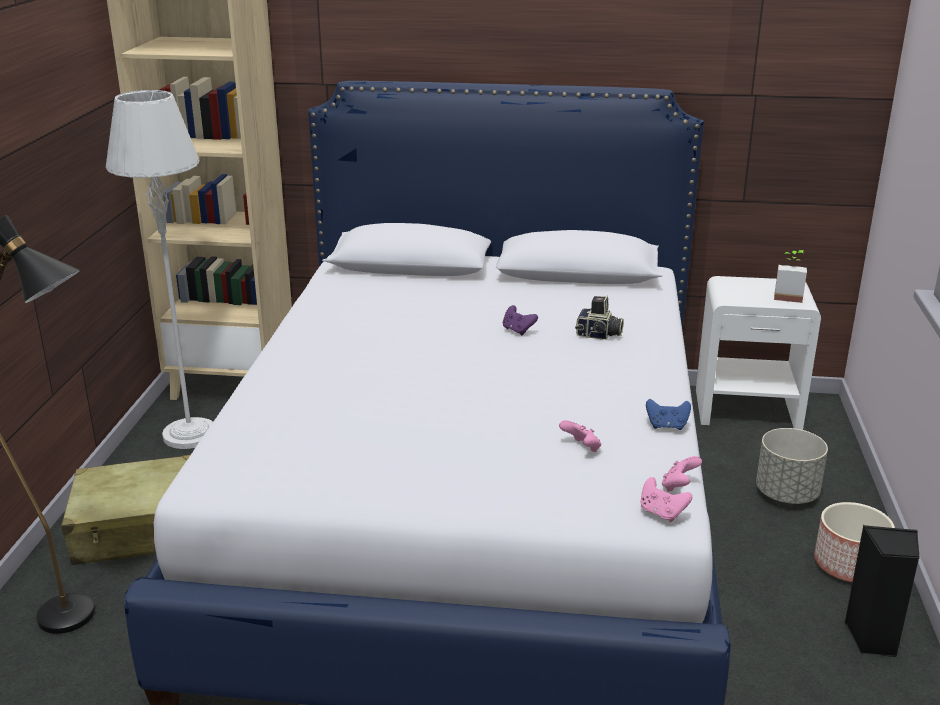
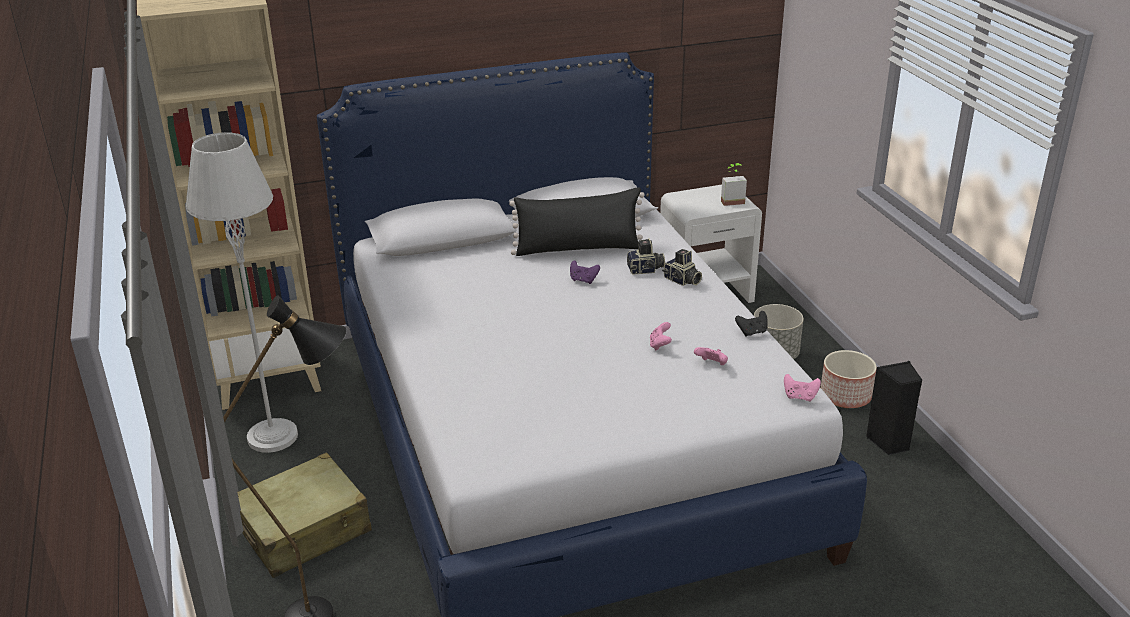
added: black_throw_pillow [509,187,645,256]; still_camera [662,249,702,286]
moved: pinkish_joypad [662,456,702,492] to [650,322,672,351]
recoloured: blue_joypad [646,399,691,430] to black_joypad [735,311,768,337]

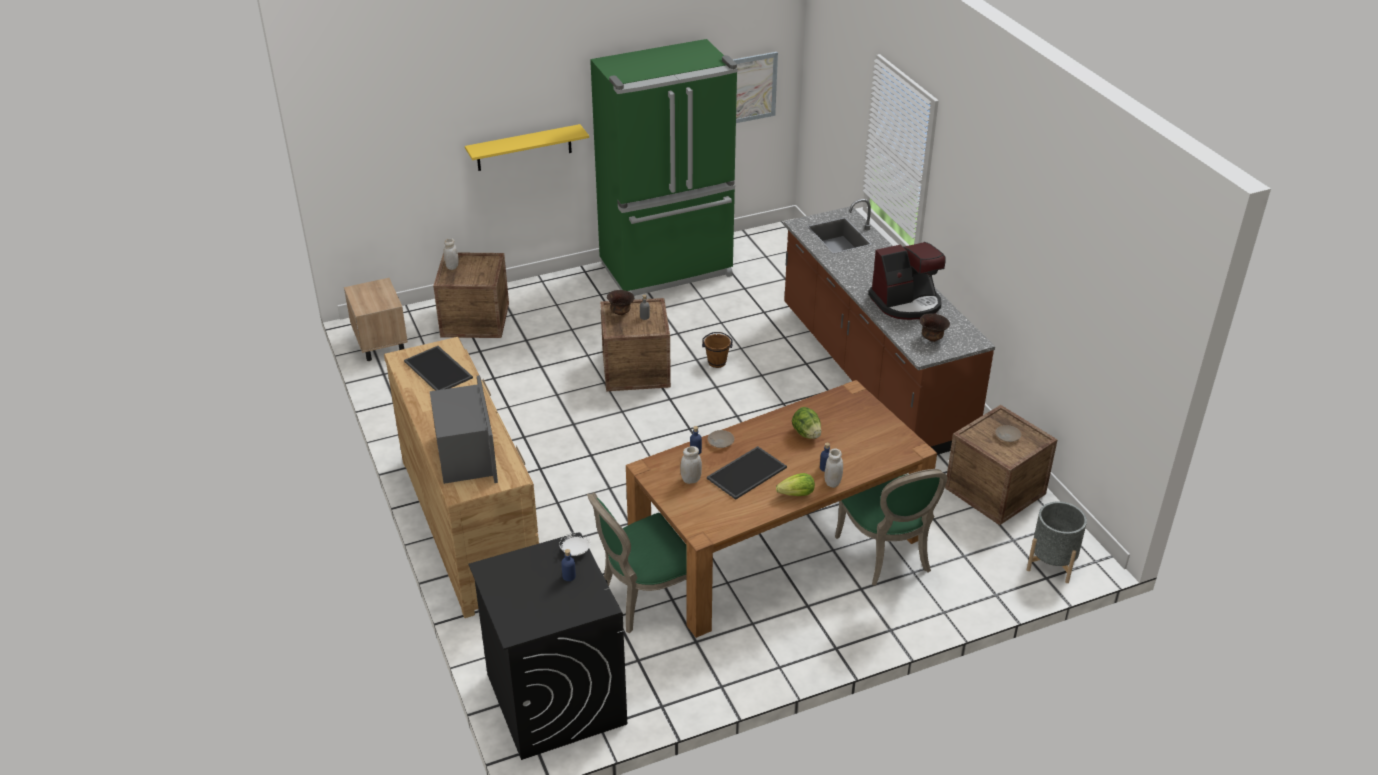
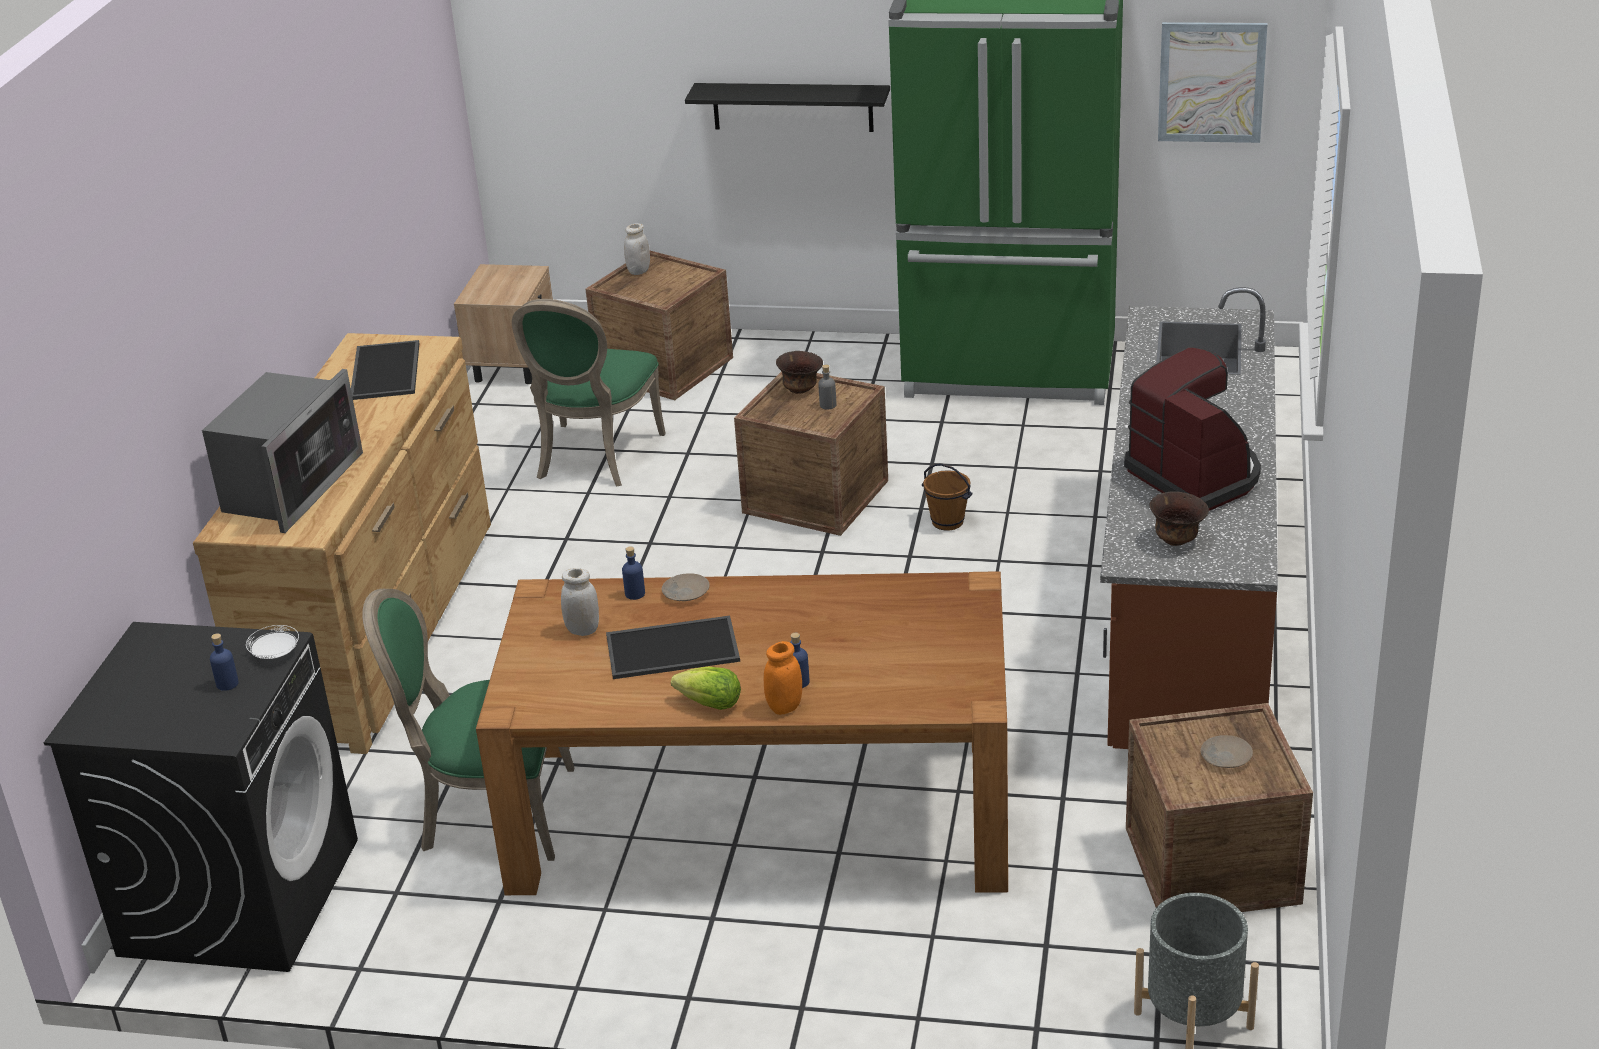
removed: lettuce_head [792,407,821,439]
moved: green-coloured_plain_chair [835,469,947,585] to [512,299,666,487]
recoloured: yellowish_wall_shelf [465,124,589,171] to black_wall_shelf [685,83,890,132]; white-coloured_preserve_jar [825,448,843,488] to orangey_preserve_jar [764,641,802,715]
turned: coffee_brewer [868,242,946,320] = [1124,347,1261,511] 135 degrees counterclockwise

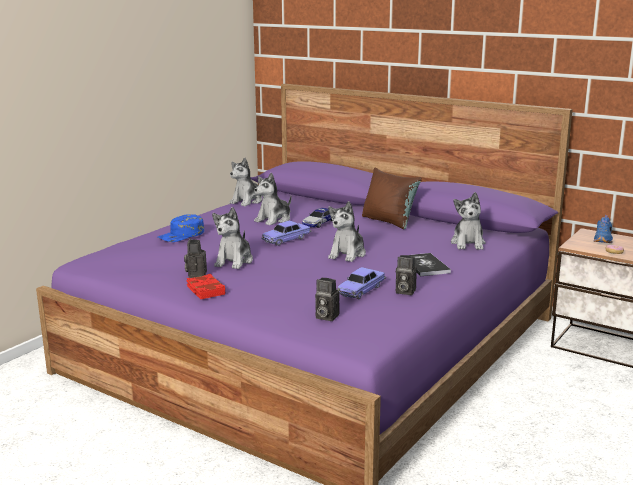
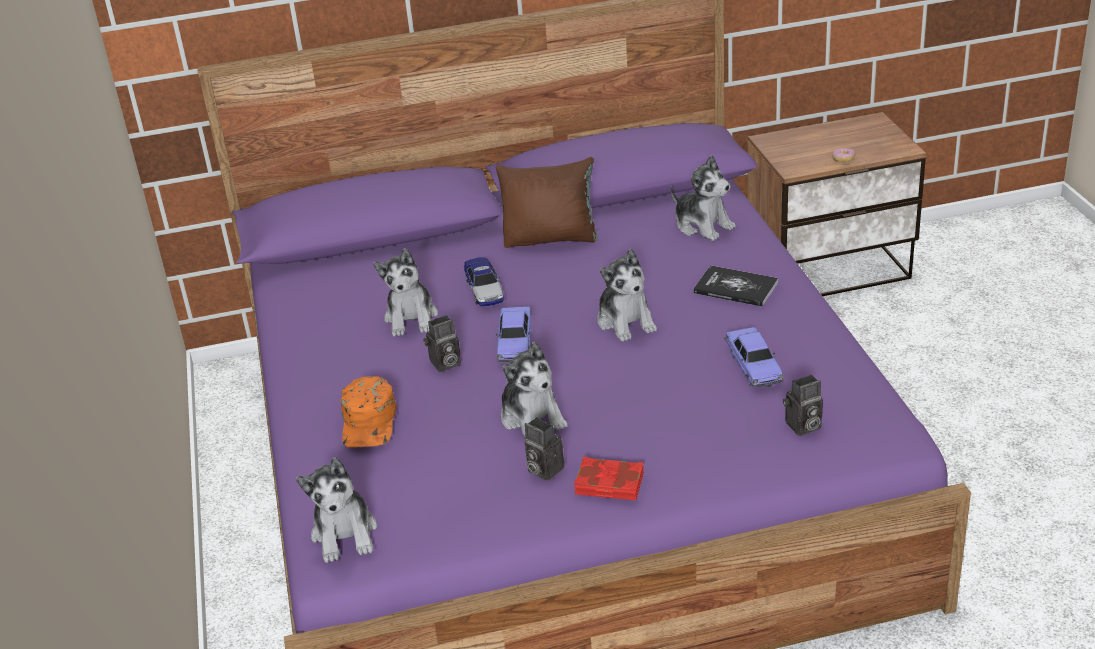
removed: blue_low_shoe [593,215,613,243]
moved: soft_toy [229,158,262,206] to [296,457,377,563]; still_camera [396,255,417,295] to [423,315,461,372]
recoloured: blue_peaked_cap [157,214,204,242] to orangey_peaked_cap [341,376,396,448]

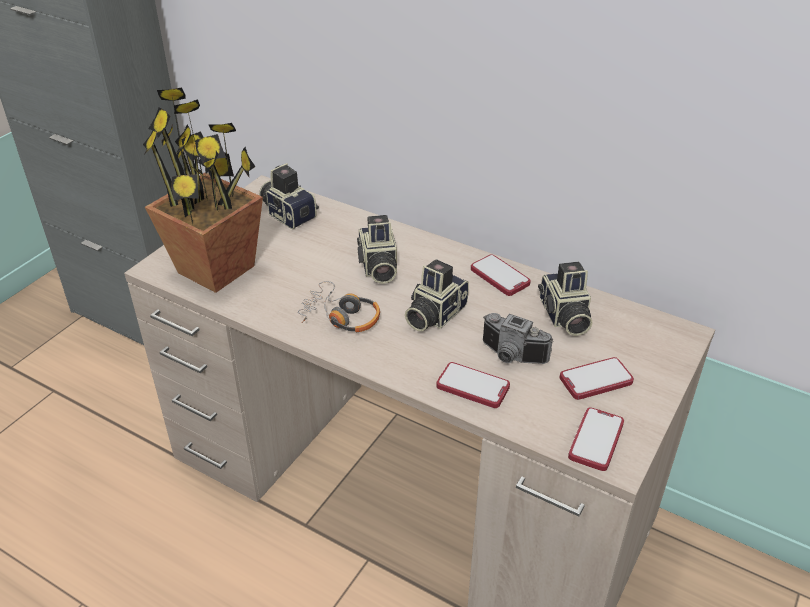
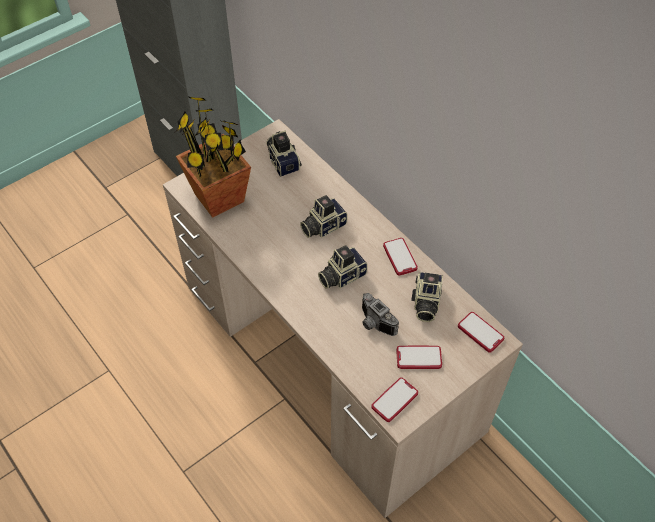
removed: pair_of_headphones [298,281,380,332]
moved: telephone [436,362,510,408] to [458,312,504,353]
turned: still_camera [357,215,397,284] = [300,195,348,238] 45 degrees clockwise

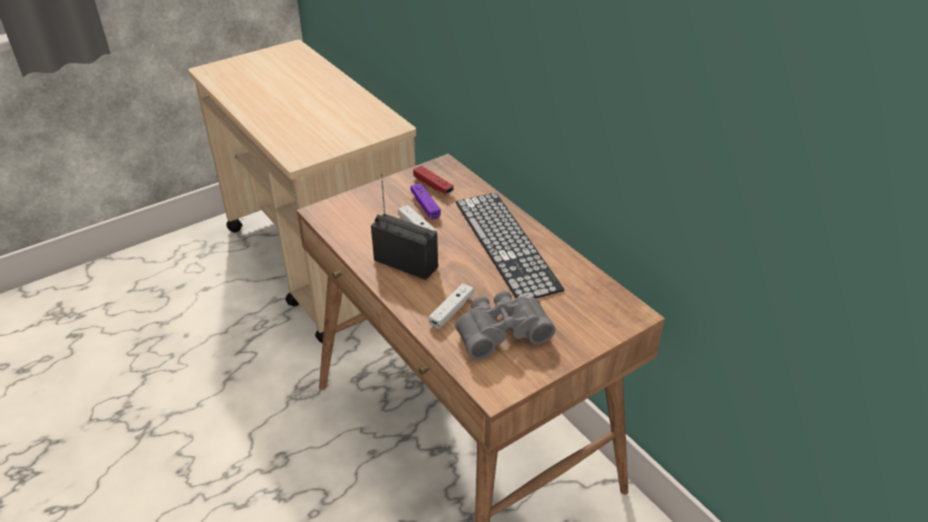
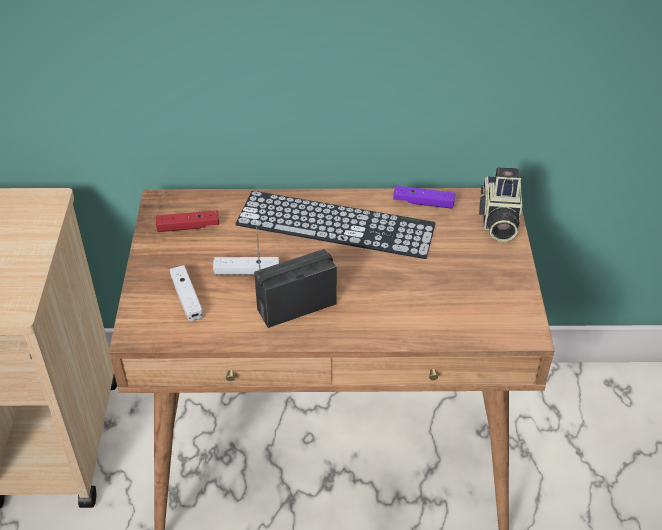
removed: gray_field_glasses [455,291,556,360]
added: still_camera [479,167,522,241]
moved: purple_joypad [411,183,441,220] to [393,186,455,209]; white-coloured_joypad [429,283,474,329] to [170,265,203,321]

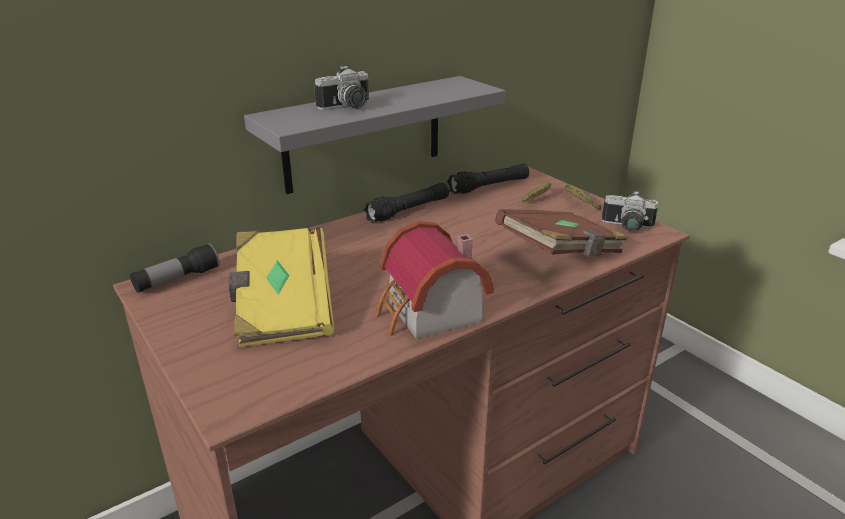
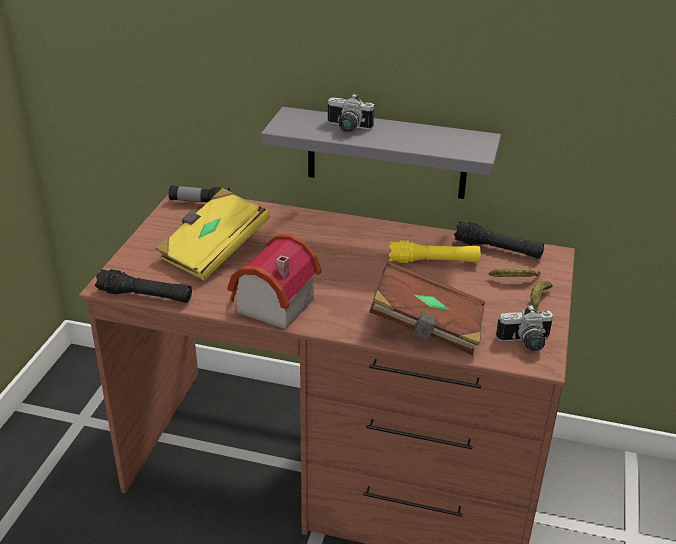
added: yellowish_flashlight [389,240,481,263]
moved: black_flashlight [363,183,449,223] to [95,269,192,303]
turned: still_camera [602,190,658,232] = [496,305,553,351] 75 degrees counterclockwise

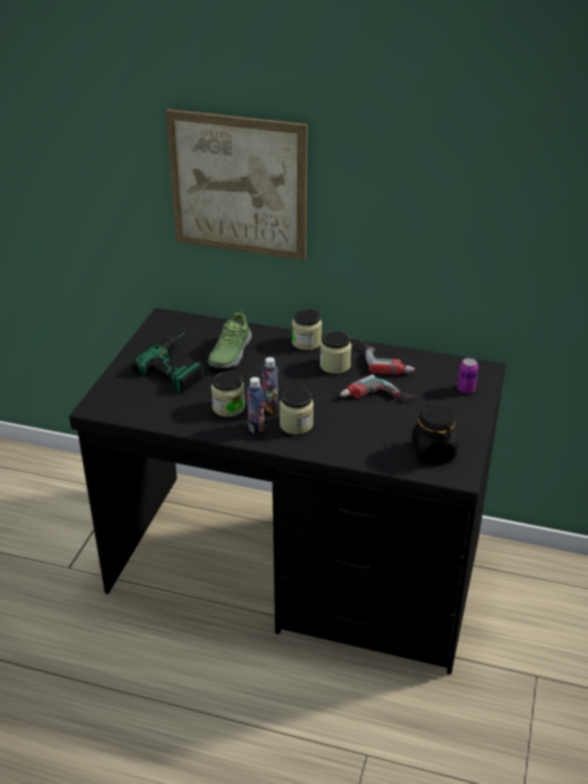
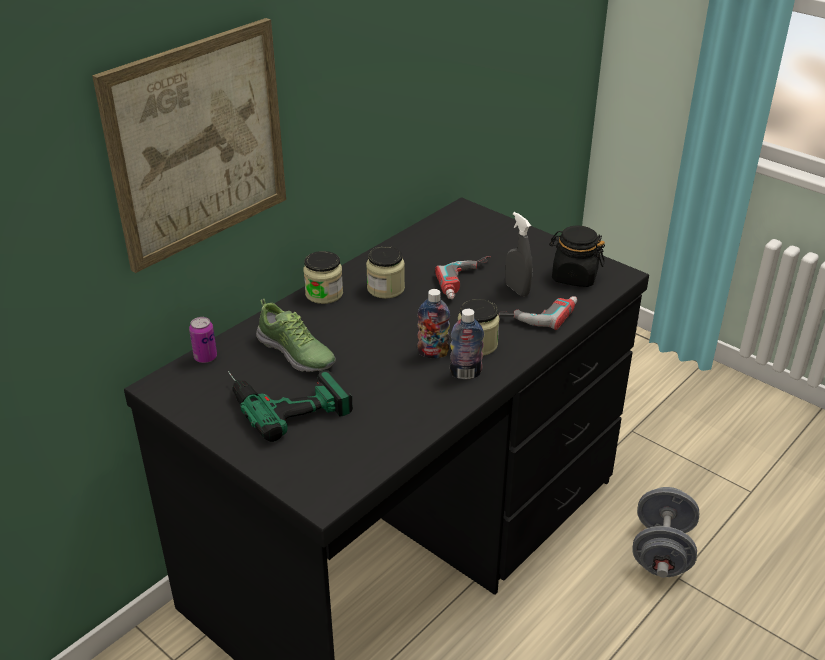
removed: preserve_jar [211,371,245,417]
added: gray_sprayer [505,212,533,297]; gray_dumbbell [632,487,699,578]
moved: power_drill [361,340,415,374] to [498,296,577,330]; metal_can [458,358,479,393] to [189,317,217,363]

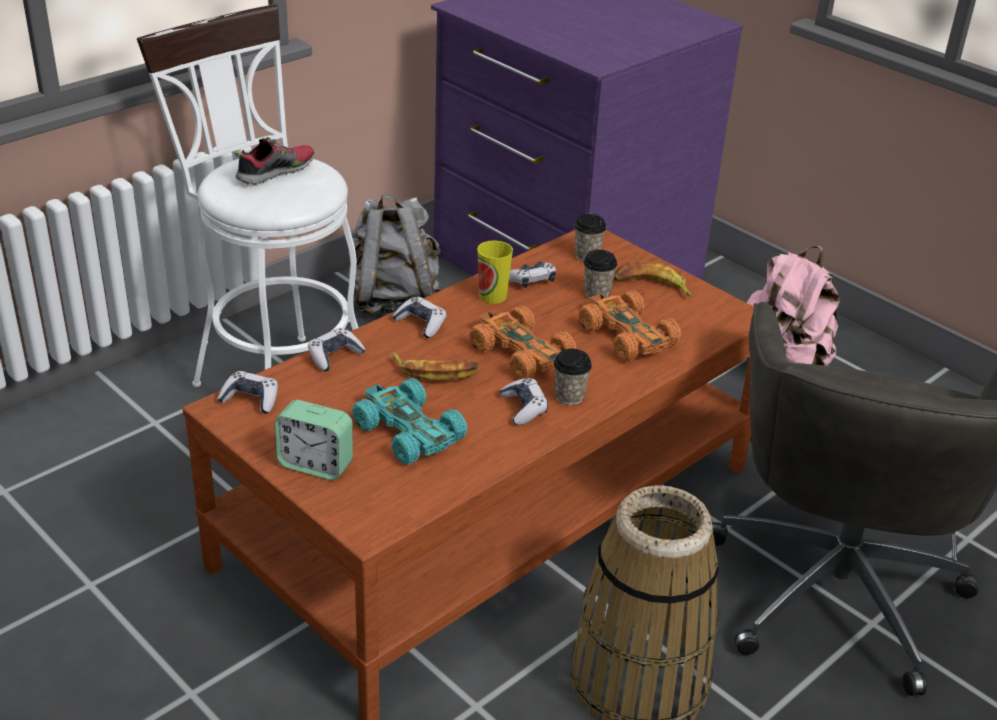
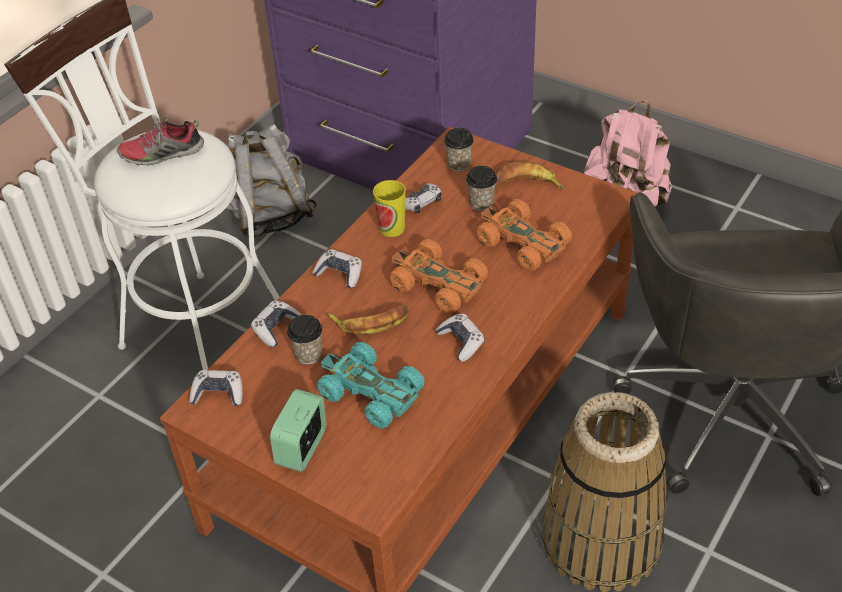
moved: small_cup [554,349,592,405] to [287,315,322,365]
turned: low_shoe [235,137,315,185] = [117,118,204,166] 135 degrees counterclockwise; bedside_clock [275,400,353,480] = [270,389,326,472] 105 degrees clockwise

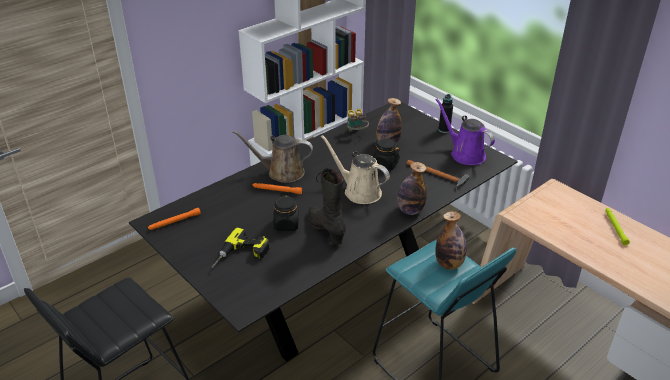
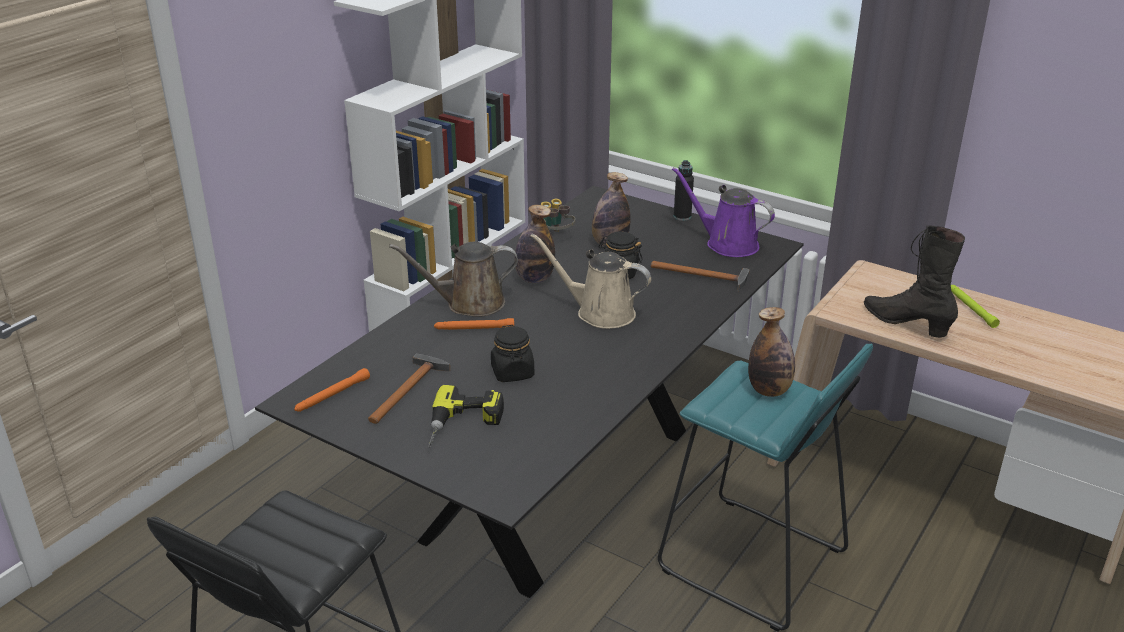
added: hand_hammer [368,353,450,424]
moved: drink_bottle [398,162,427,215] to [515,205,555,283]; black_boot [308,168,346,245] to [864,225,965,338]

